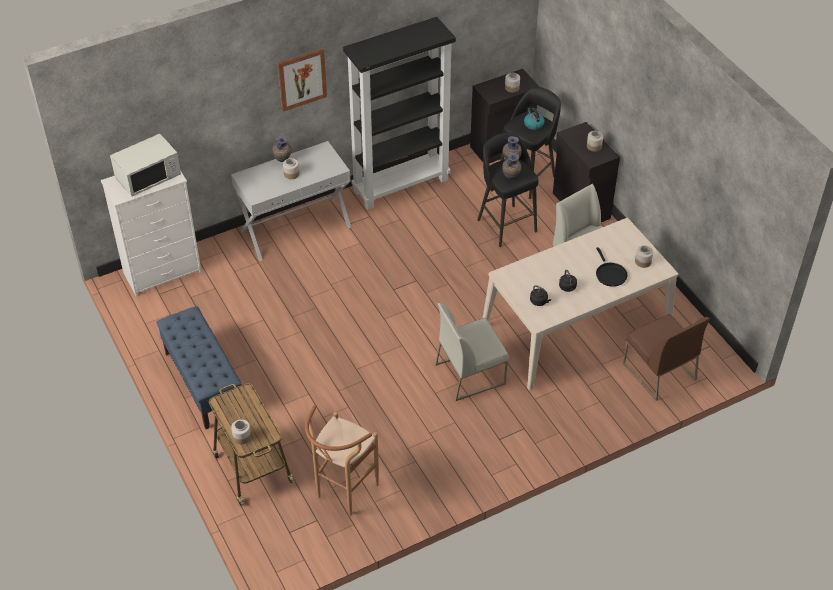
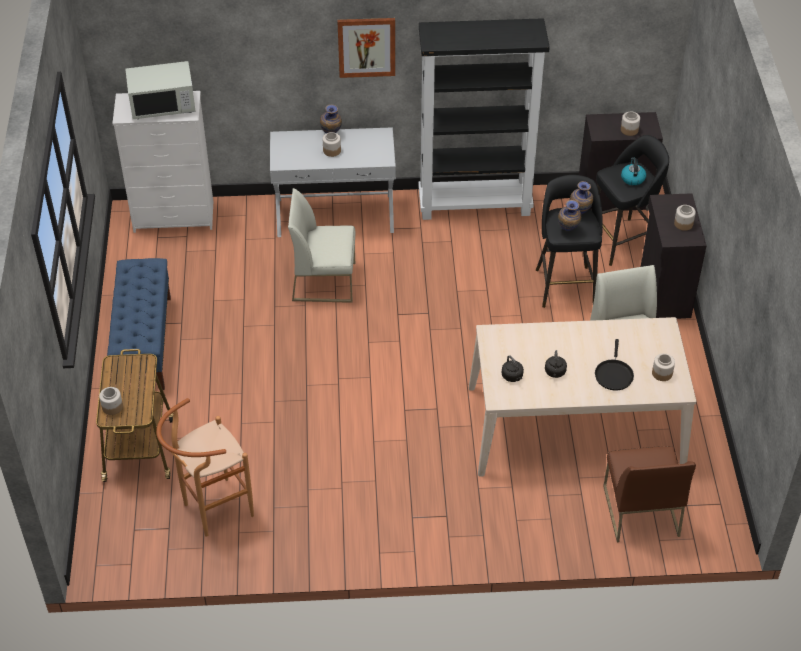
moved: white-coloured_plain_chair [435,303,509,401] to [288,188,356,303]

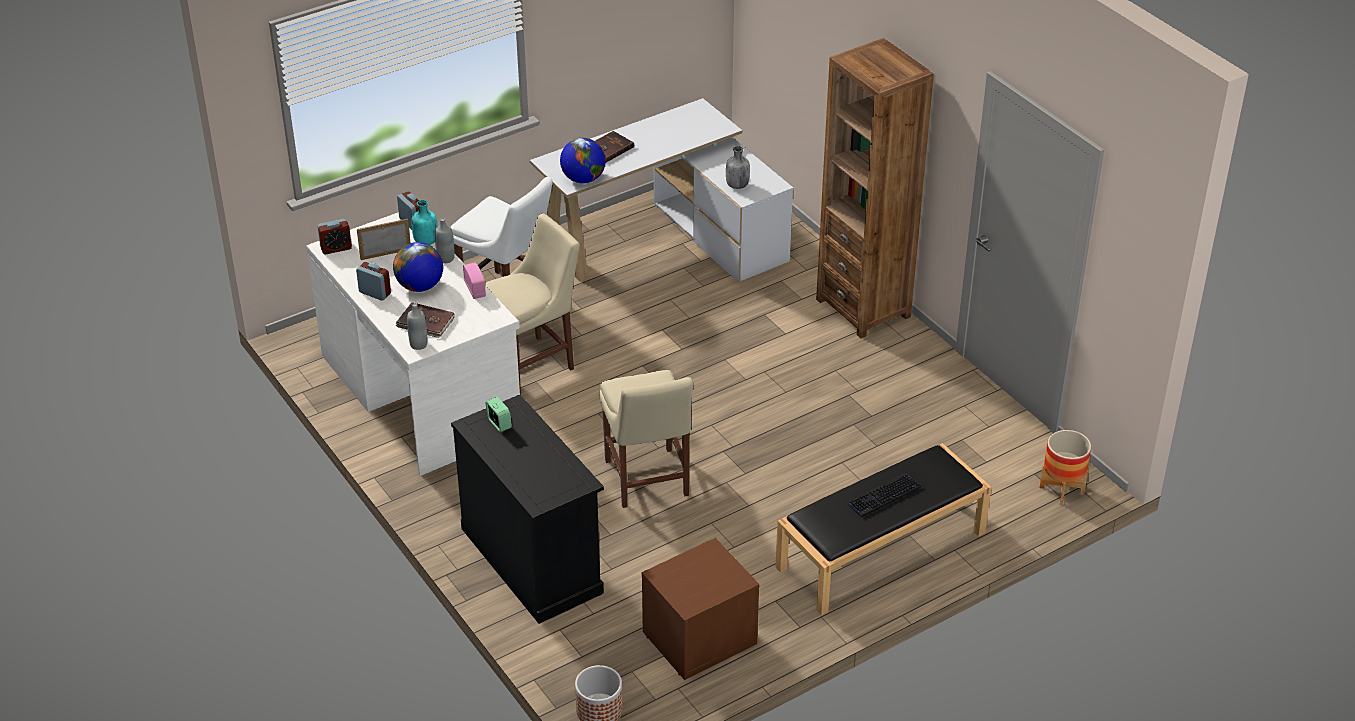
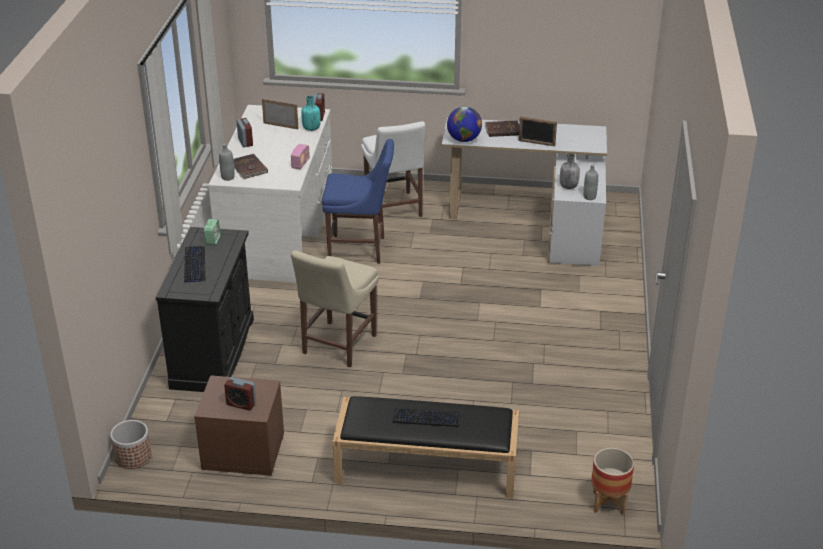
removed: brown_bookshelf [816,38,934,339]; world_globe [393,242,443,292]
added: photo_frame [518,117,557,146]; computer_keyboard [184,246,205,283]
moved: gray_drink_bottle [435,218,455,263] to [583,164,598,200]; bedside_clock [317,219,352,255] to [224,377,256,411]
recoloured: sand-coloured_plain_chair [485,214,580,394] to blue_plain_chair [322,139,394,264]

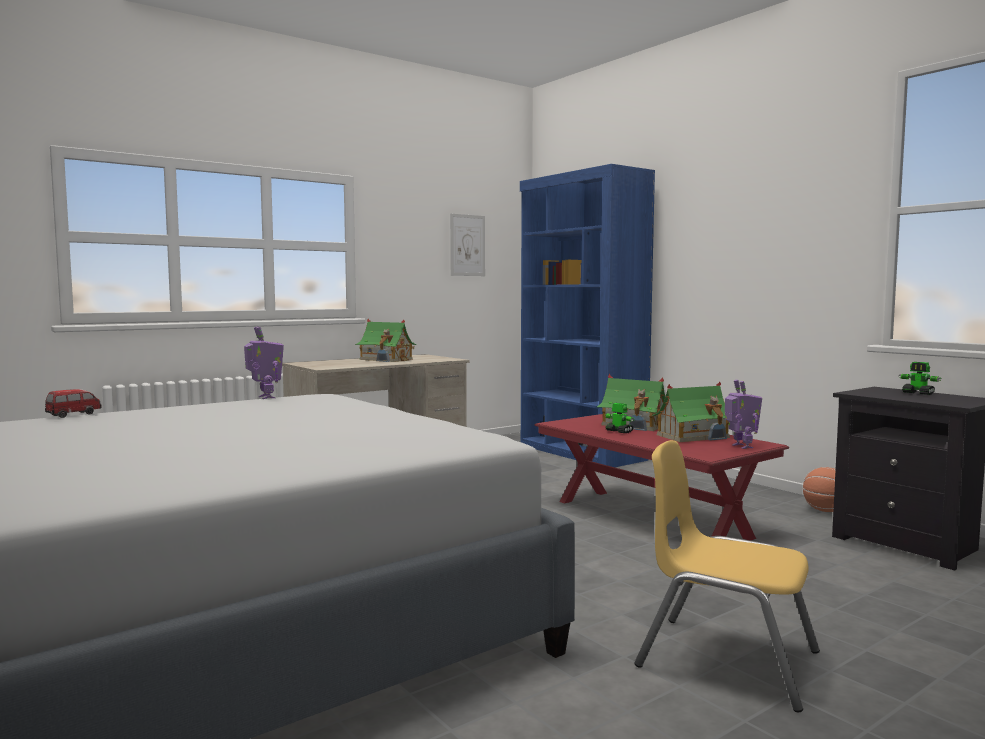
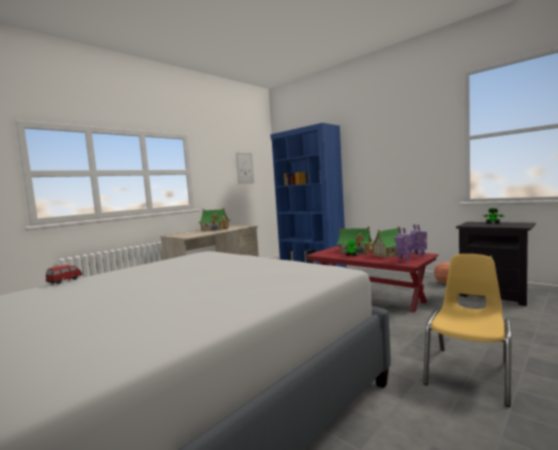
moved: robot_figure [244,326,284,399] to [396,227,412,263]
turned: yellowish_plain_chair [634,440,820,712] = [423,254,511,407] 105 degrees clockwise

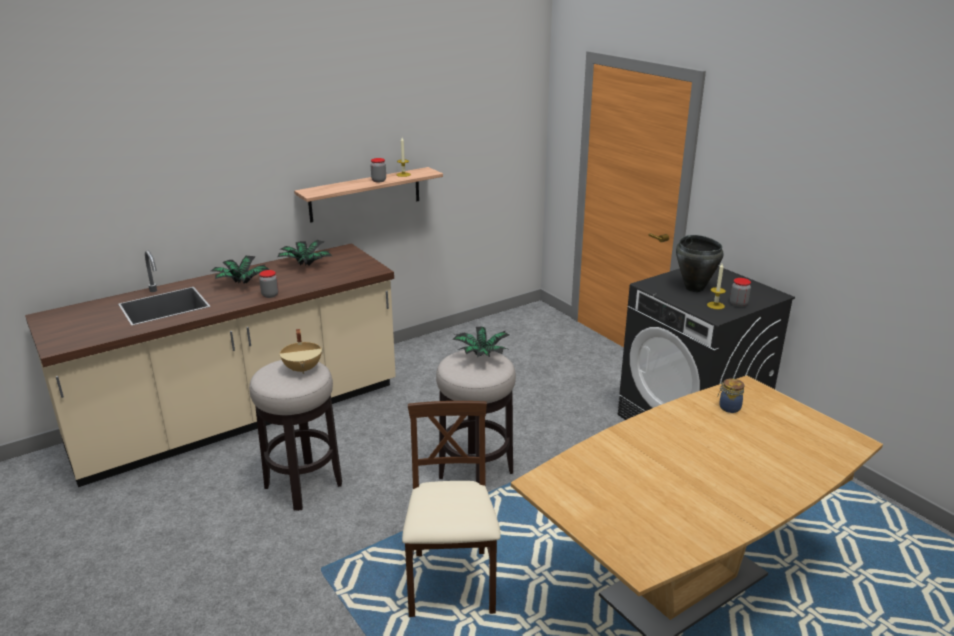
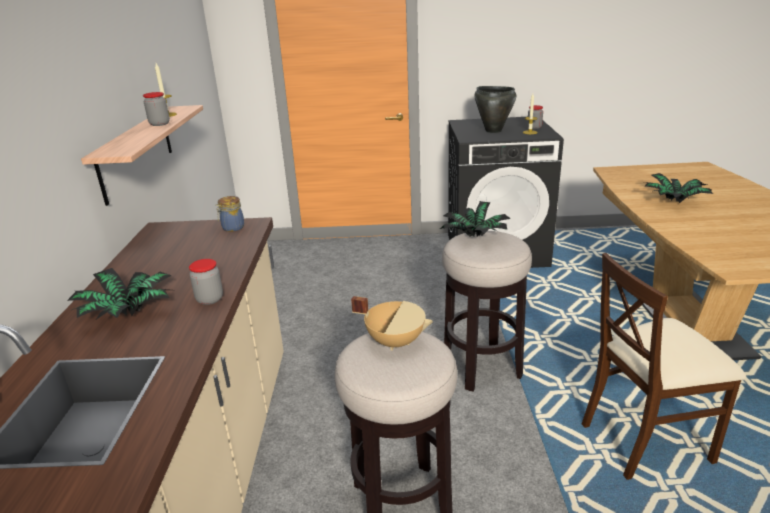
moved: potted_plant [277,240,332,265] to [644,173,713,203]; preserve_jar [718,378,744,413] to [215,196,244,232]
turned: sand-coloured_plain_chair [402,401,501,617] = [582,253,746,480] 45 degrees counterclockwise

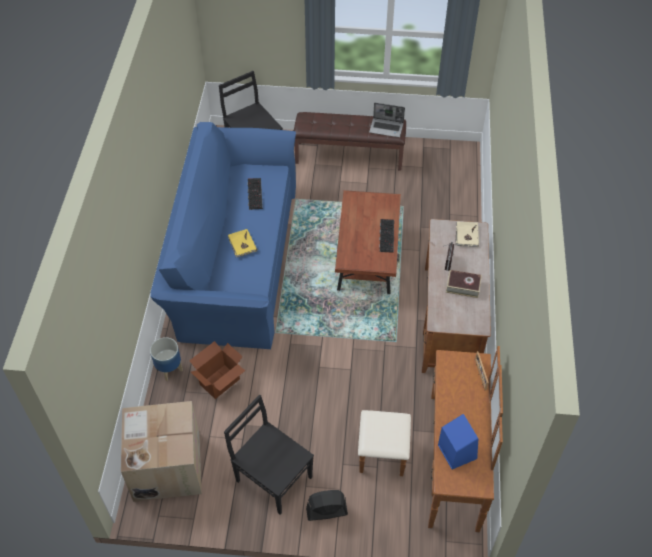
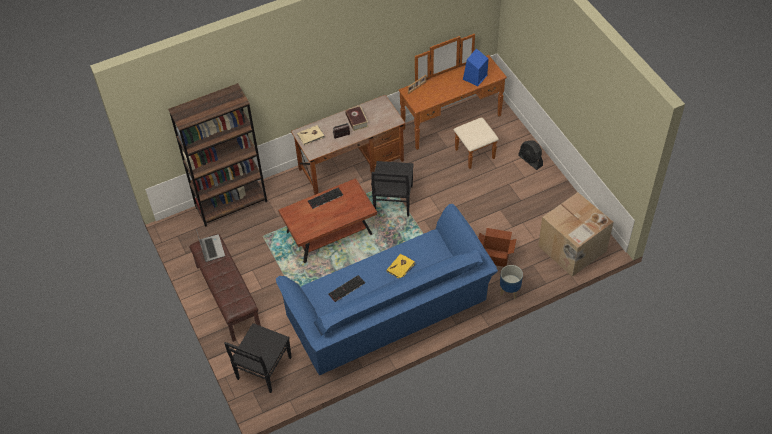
added: brown_bookshelf [168,83,267,227]
moved: black_plain_chair [224,395,314,515] to [371,161,414,216]

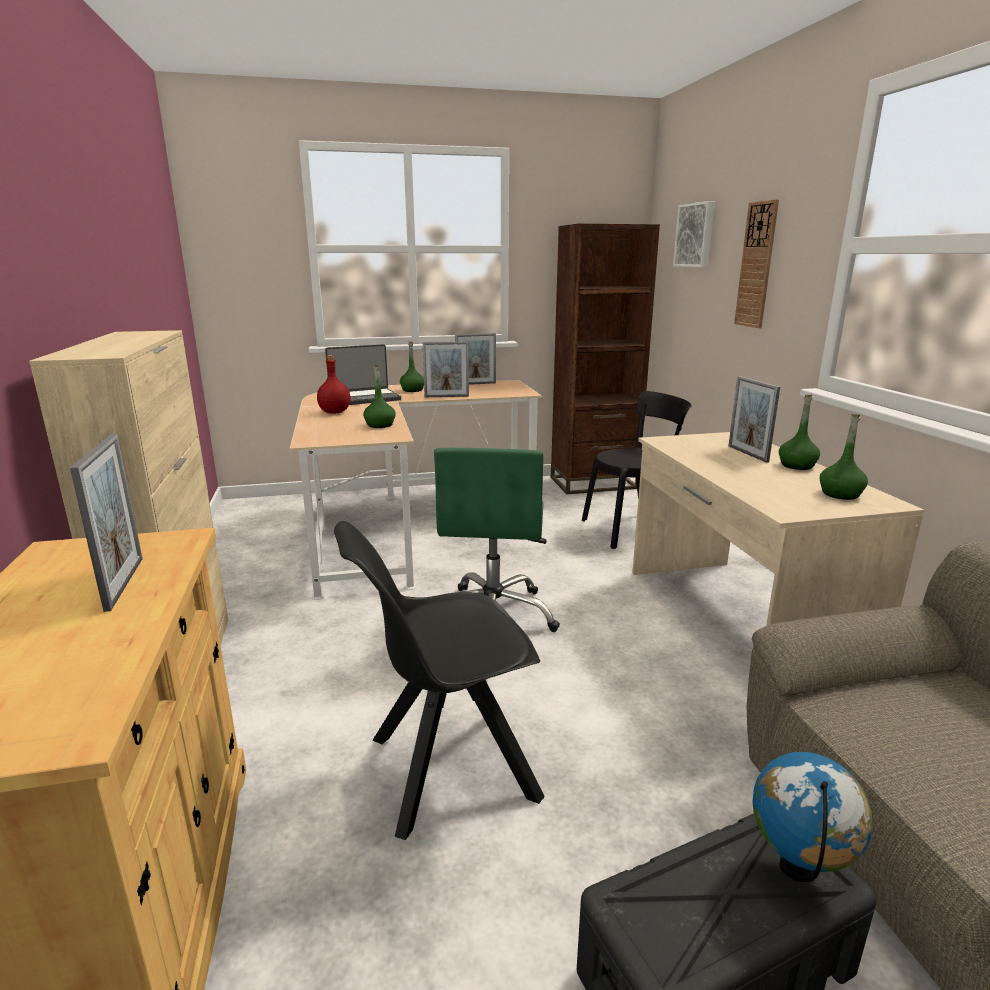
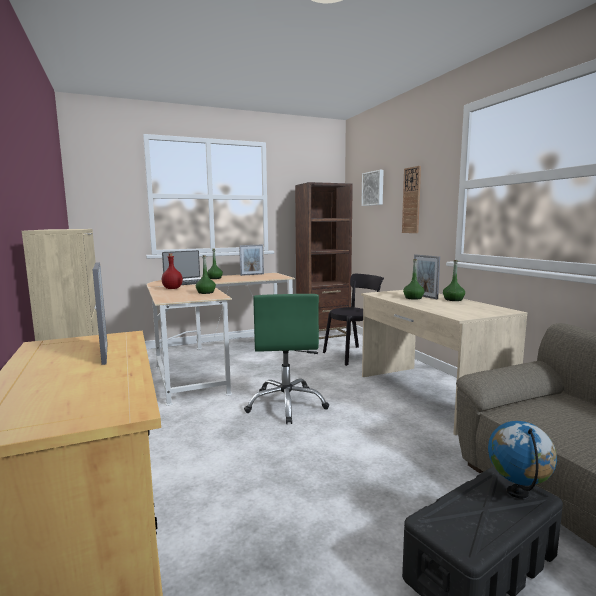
removed: photo_frame [423,341,469,397]; black_plain_chair [334,521,545,840]
moved: green-coloured_drink_bottle [820,414,868,500] to [403,259,425,300]

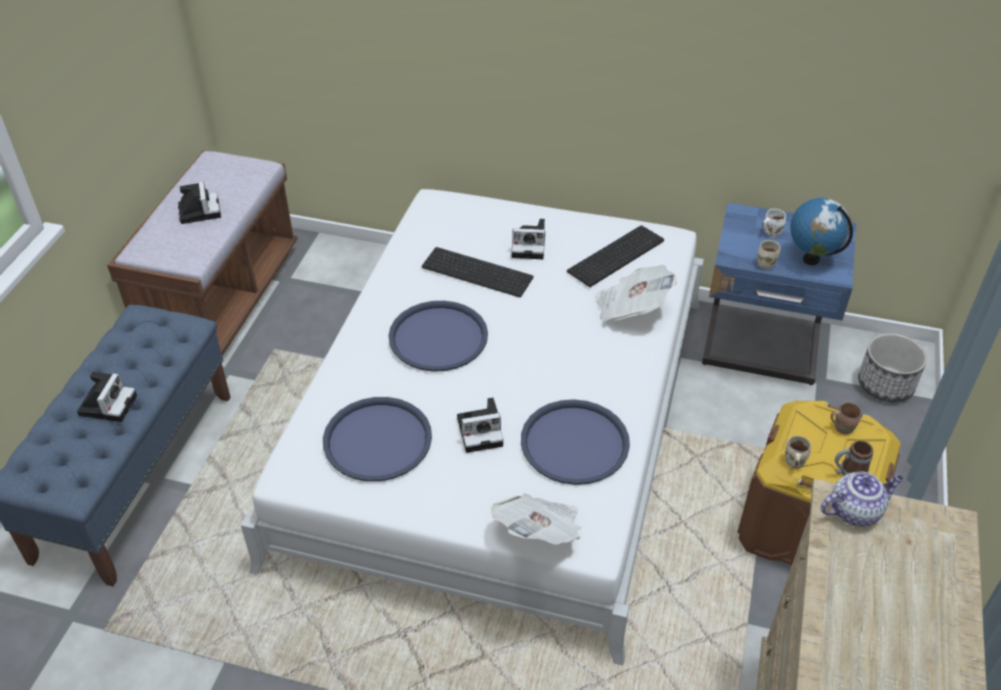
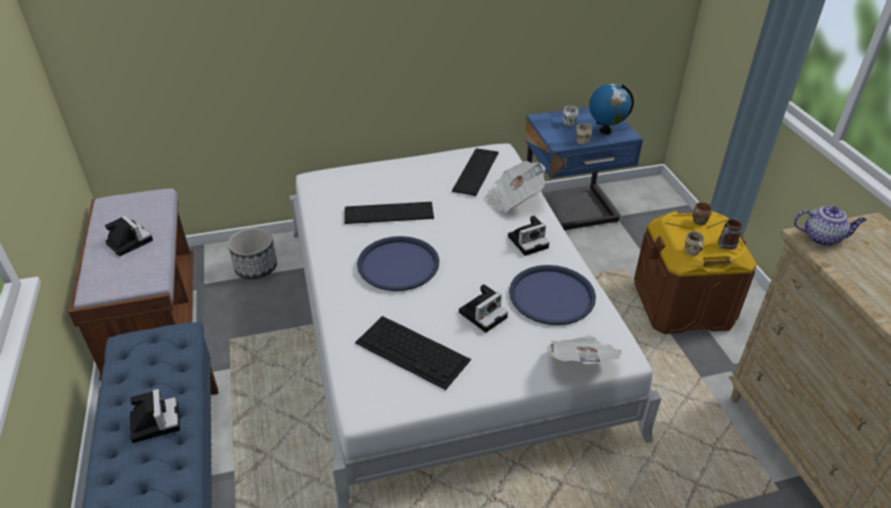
moved: still_camera [511,219,545,259] to [508,216,549,256]; flower_pot [858,333,927,402] to [228,228,277,279]
replaced: blue_carrying_tray [323,397,432,482] to computer_keyboard [355,316,471,390]
turned: teapot [821,472,904,526] = [794,206,867,246] 60 degrees clockwise

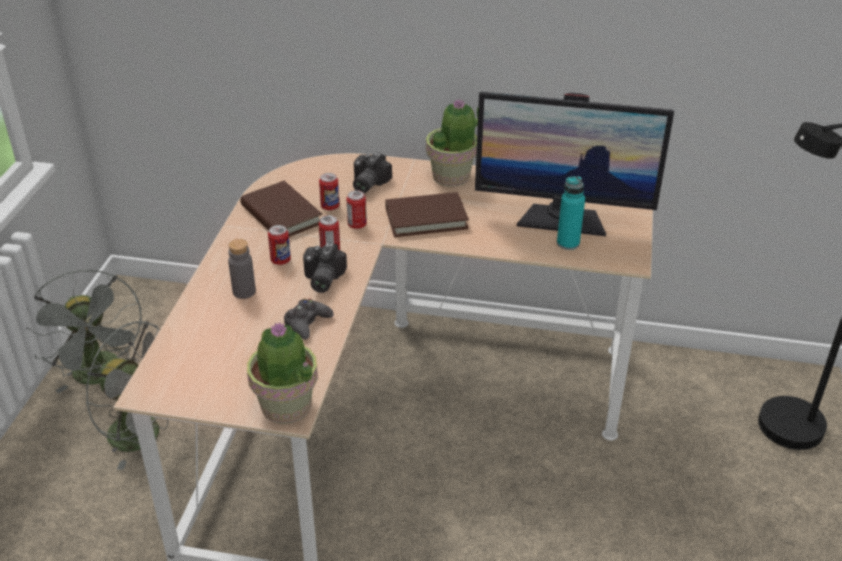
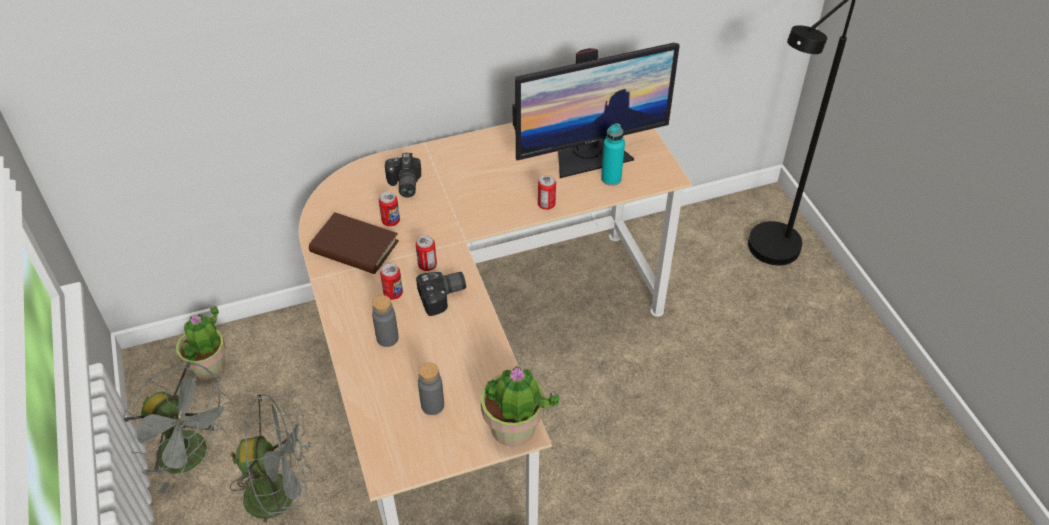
removed: brown_book [385,192,469,237]; black_joypad [284,299,334,339]
added: gray_drink_bottle [418,362,444,415]
moved: potted_plant [426,99,479,187] to [176,305,226,380]; metal_can [346,190,367,229] to [538,175,556,210]
turned: still_camera [303,242,347,293] = [416,272,466,316] 90 degrees counterclockwise

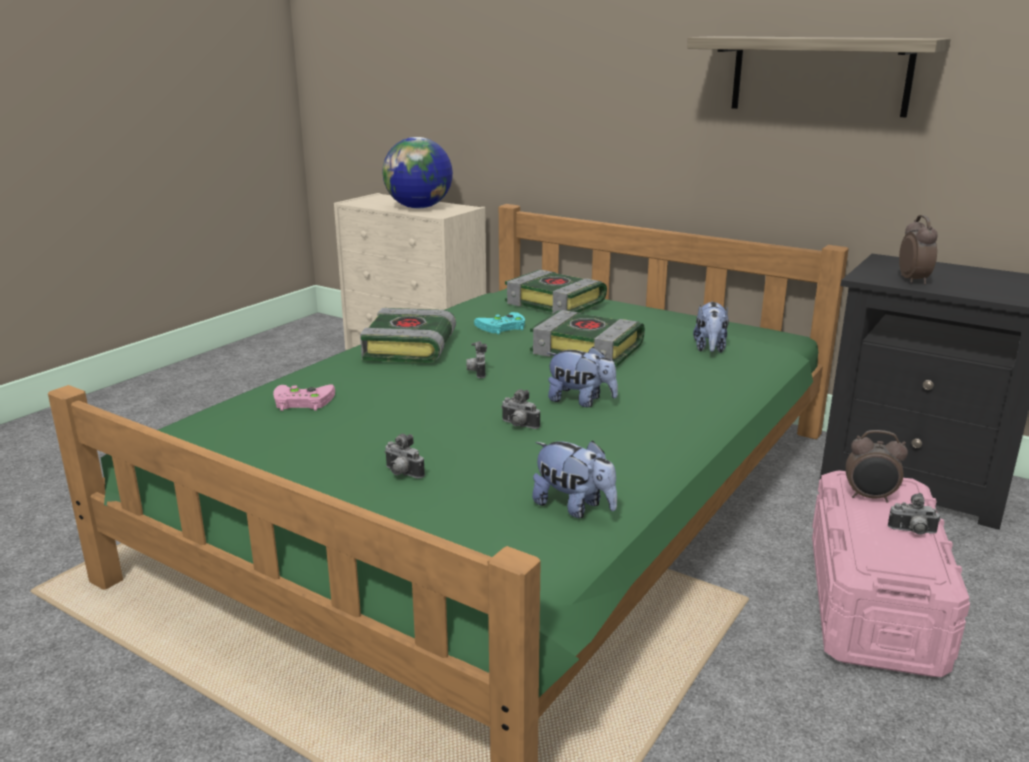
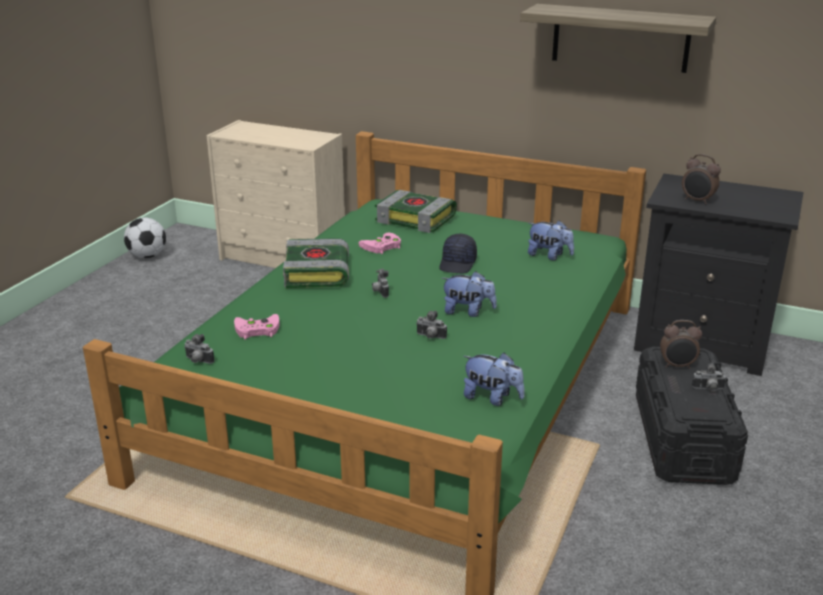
removed: world_globe [382,137,453,209]
added: ball_for_football [124,217,166,258]
moved: still_camera [384,434,425,479] to [184,334,214,364]
replaced: book [530,310,645,367] to black_peaked_cap [439,234,477,274]
recoloured: turquoise-coloured_joypad [474,312,525,334] to pinkish_joypad [359,232,401,254]; pinkish_storage_box [812,470,970,677] to black_storage_box [636,347,748,485]
turned: bedside_clock [899,215,937,285] = [682,154,721,204] 135 degrees clockwise; soft_toy [693,301,729,353] = [528,220,574,260] 60 degrees counterclockwise

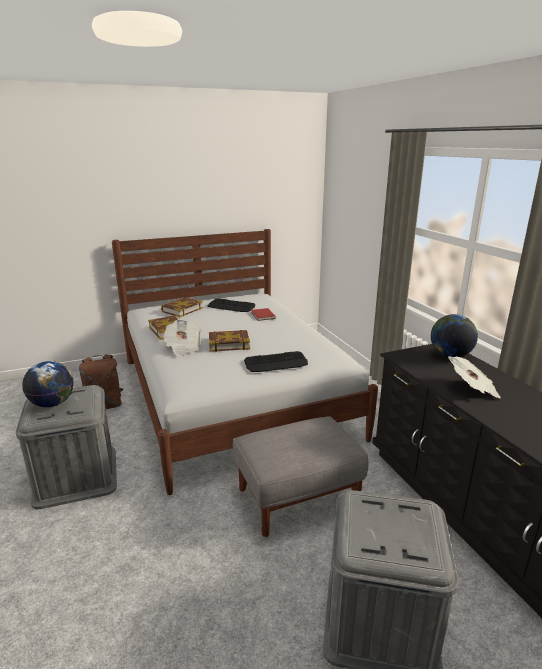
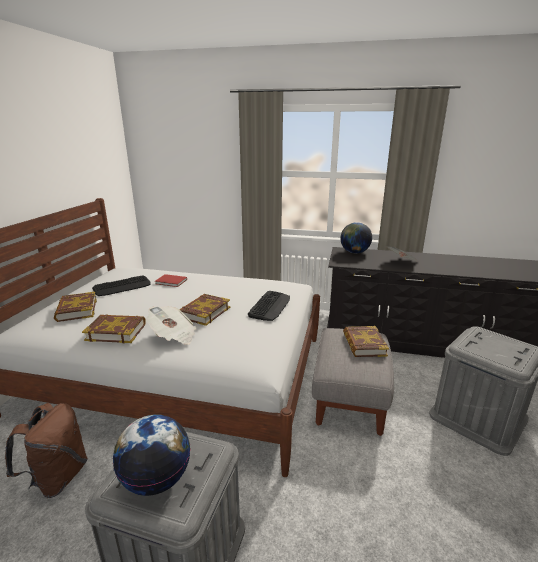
added: book [343,326,389,357]

